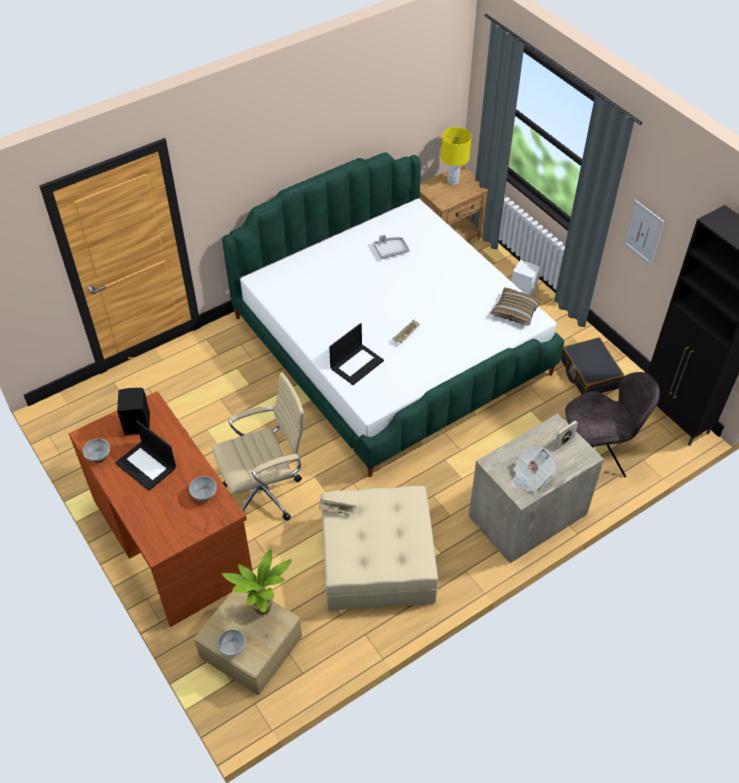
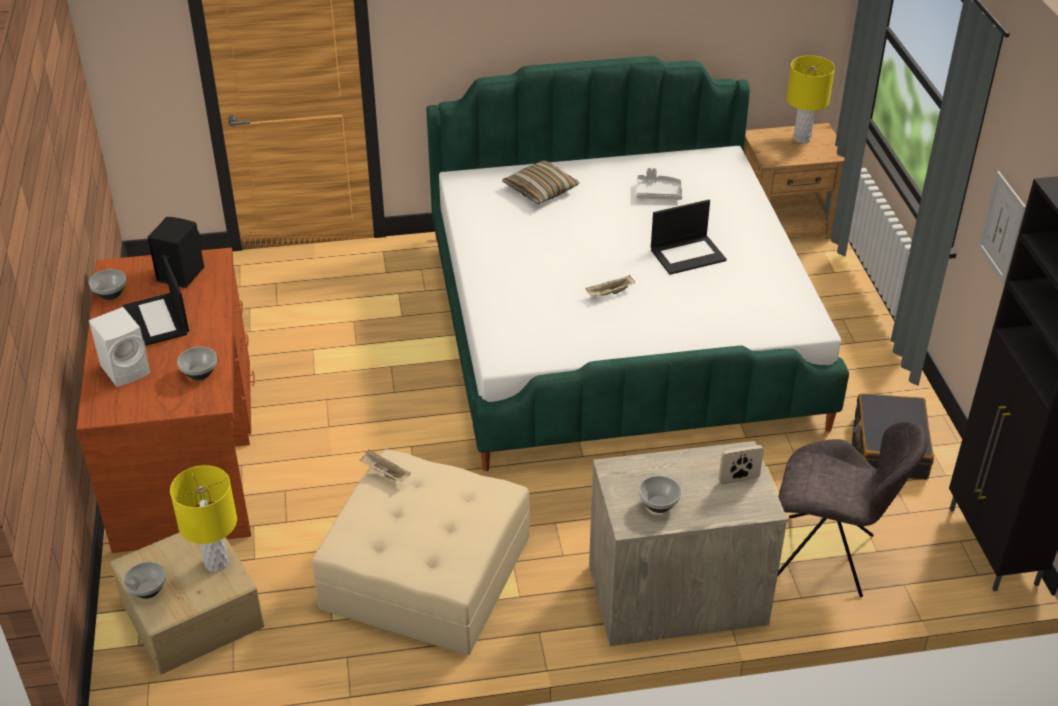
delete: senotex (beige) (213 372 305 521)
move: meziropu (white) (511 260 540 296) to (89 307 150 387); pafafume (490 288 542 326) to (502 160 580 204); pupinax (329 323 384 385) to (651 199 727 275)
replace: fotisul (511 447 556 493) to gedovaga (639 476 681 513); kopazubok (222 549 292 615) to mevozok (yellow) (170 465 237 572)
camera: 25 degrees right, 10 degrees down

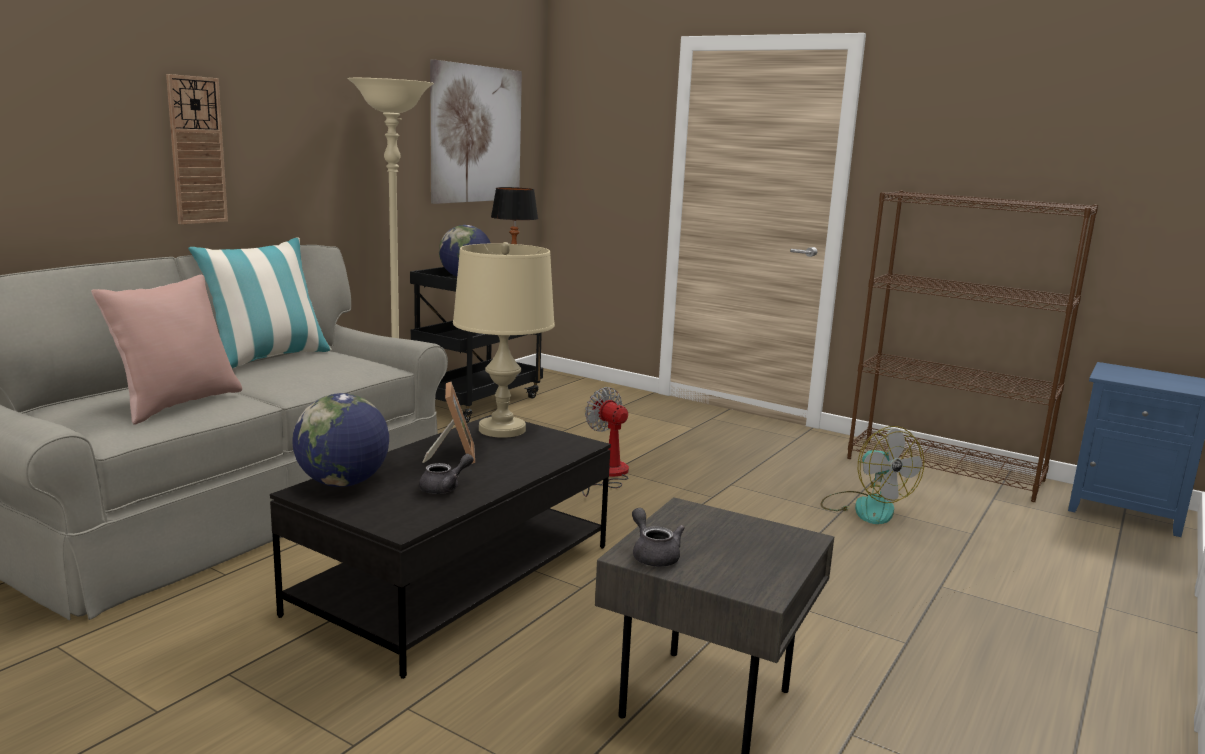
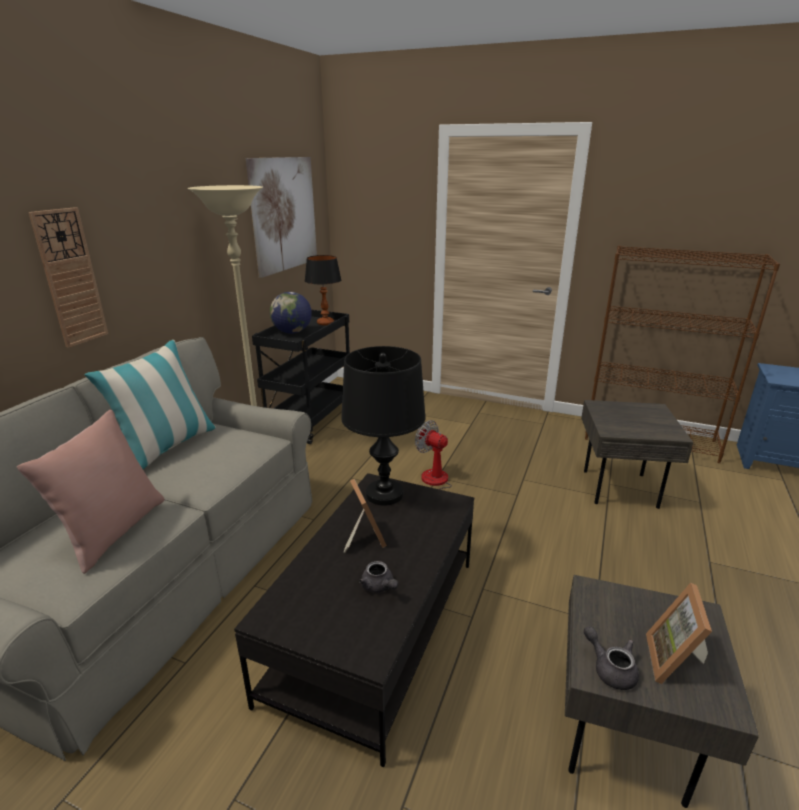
delete: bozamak (292 393 389 487)
insert: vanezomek (646 583 712 684)
replace: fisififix (821 426 924 524) to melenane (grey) (581 400 693 509)
recolor: mevozok (beige) (453 242 555 438) to mevozok (black) (341 346 426 506)
rotate: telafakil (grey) (419 454 474 494) = (359 561 398 593) 105 degrees clockwise
camera: 10 degrees left, 10 degrees up

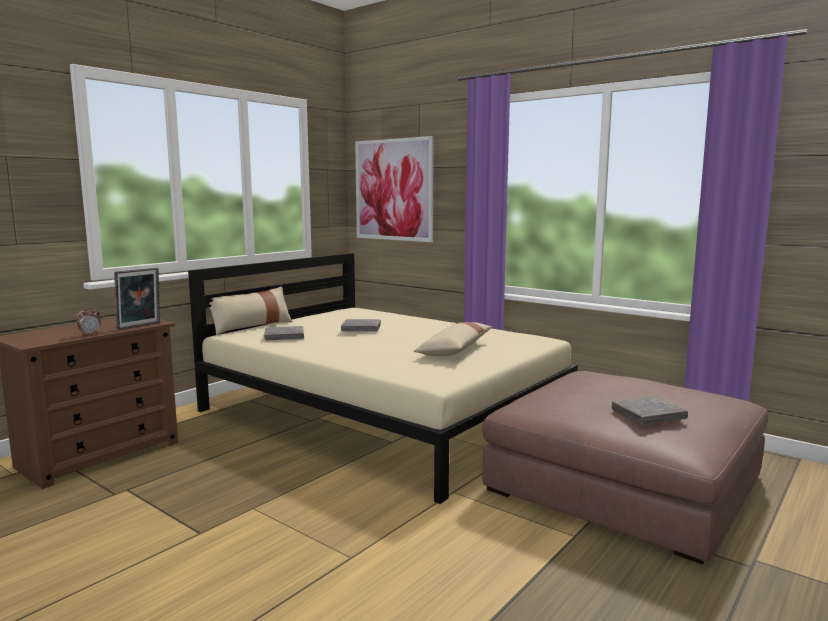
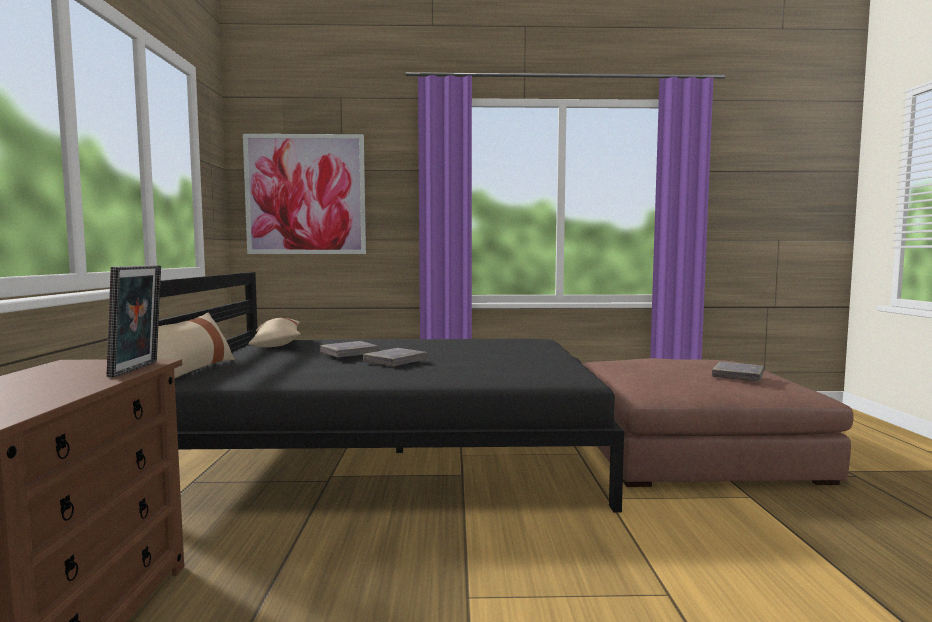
delete: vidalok (77 307 101 336)
move: pafafume (beige) (414 322 492 356) to (248 318 300 348); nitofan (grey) (264 326 304 340) to (363 348 427 366)
recolor: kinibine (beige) (188 253 578 504) to kinibine (black) (158 272 624 512)
camera: 40 degrees left, 5 degrees down

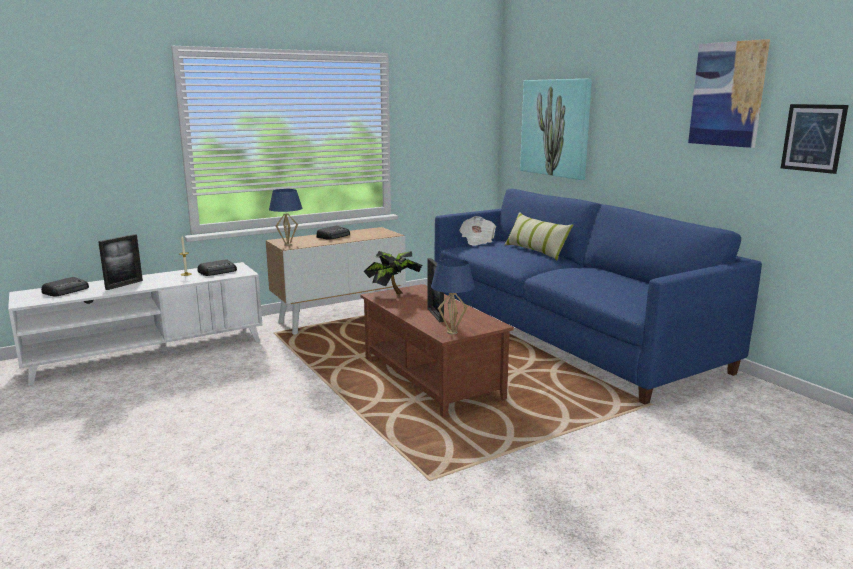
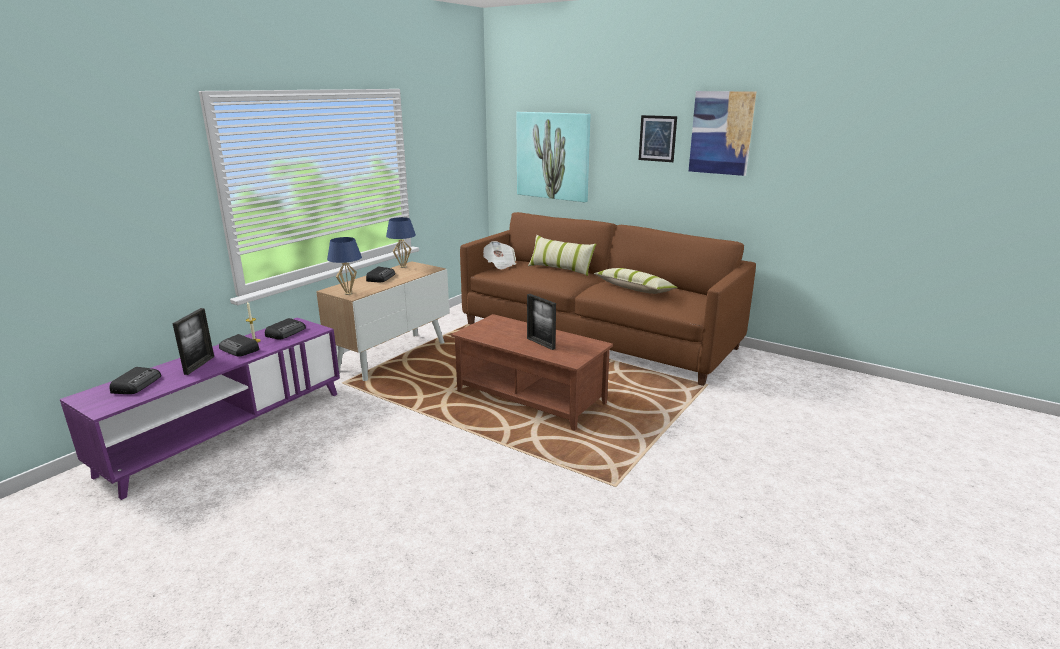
delete: kopazubok (364 251 422 294)
insert: pafafume (594 268 678 294); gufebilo (219 334 259 357)
move: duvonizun (781 104 849 174) to (639 115 677 162); mevozok (blue) (431 259 475 335) to (386 217 416 268)
recolor: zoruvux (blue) (434 189 762 404) to zoruvux (brown) (460 212 756 386); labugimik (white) (8 262 262 386) to labugimik (purple) (60 318 340 500)
camera: 25 degrees left, 5 degrees up

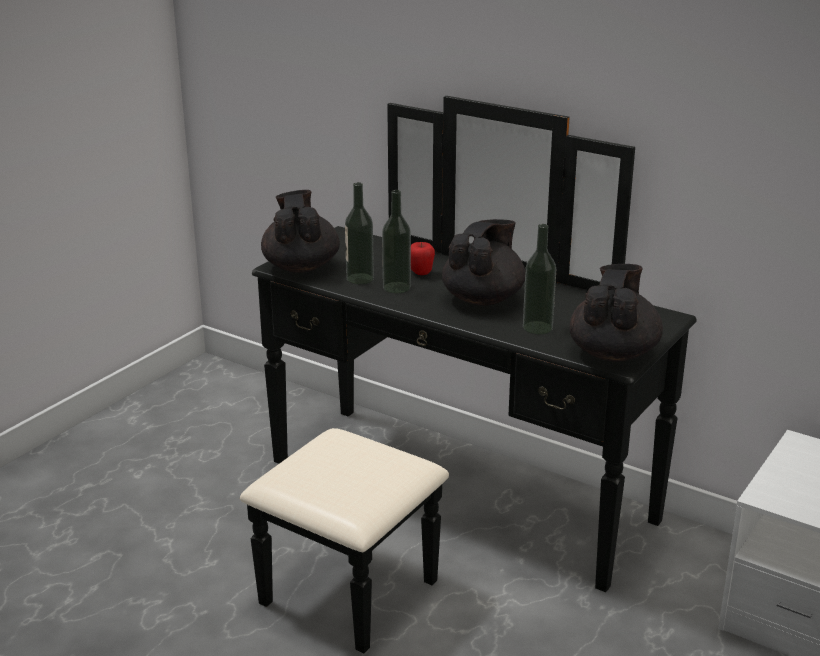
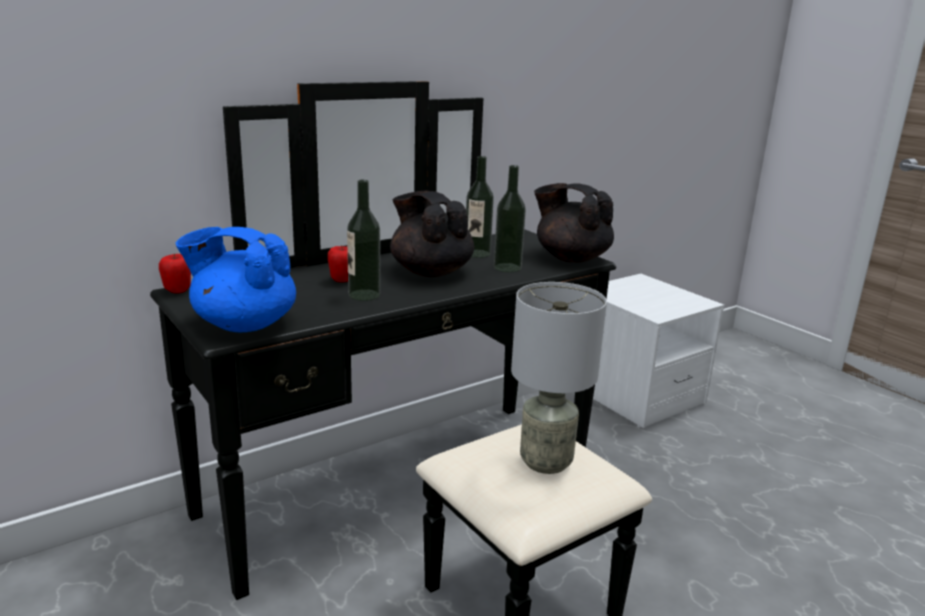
insert: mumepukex (159 253 191 293); mevozok (grey) (511 282 607 474)
move: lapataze (345 182 374 284) to (466 156 494 258)
recolor: telafakil (black) (261 190 340 273) to telafakil (blue) (176 227 296 332)
camera: 70 degrees left, 5 degrees down

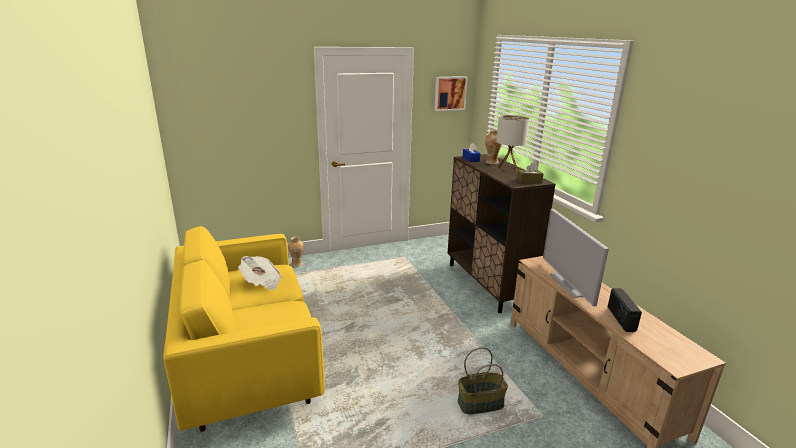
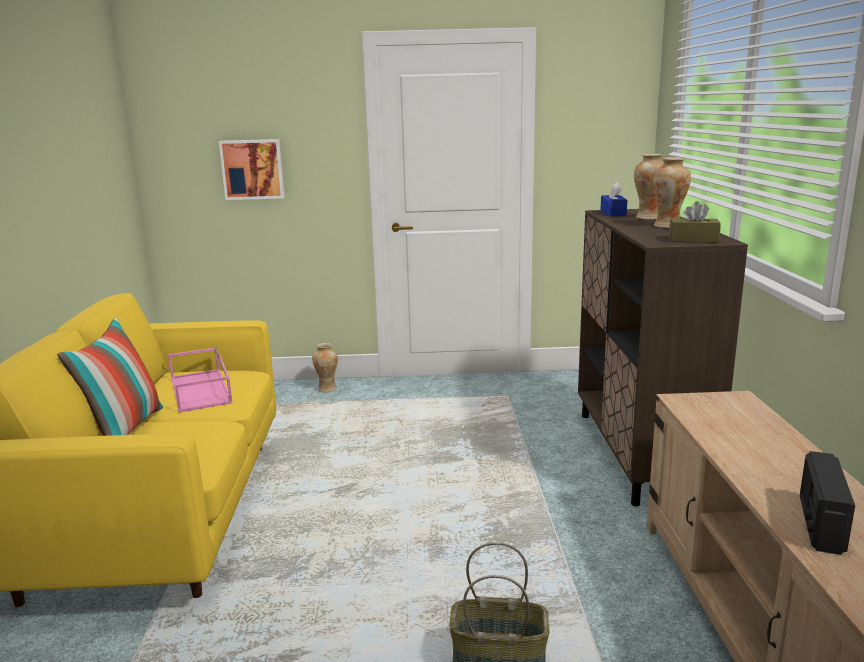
delete: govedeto (543 209 609 307)
insert: pafafume (57 318 163 436)
move: duvonizun (434 76 468 111) to (219 139 285 200)
replace: mevozok (496 115 530 173) to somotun (653 158 691 228); fotisul (238 256 283 290) to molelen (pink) (168 347 233 413)
camera: 20 degrees right, 5 degrees down

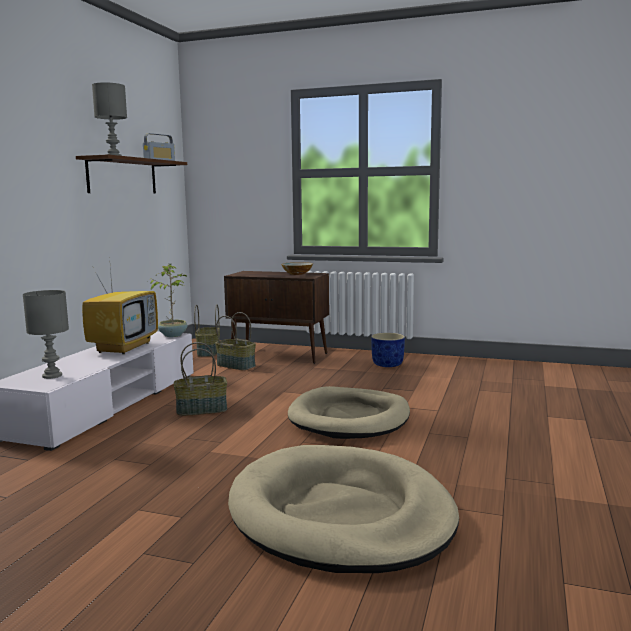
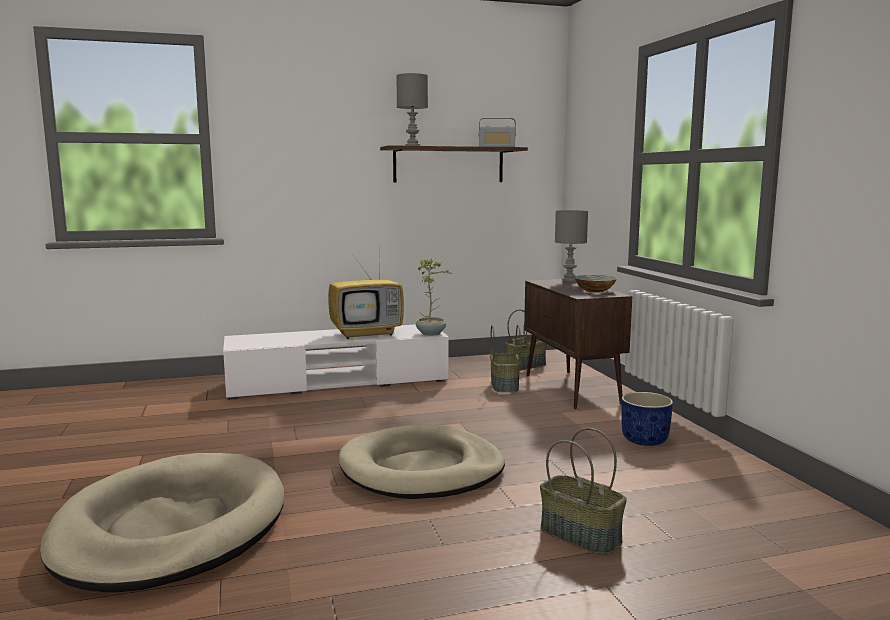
move: mevozok (grey) (23 290 69 379) to (555 210 588 281); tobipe (174 342 227 416) to (540 428 627 555)
camera: 55 degrees right, 0 degrees up

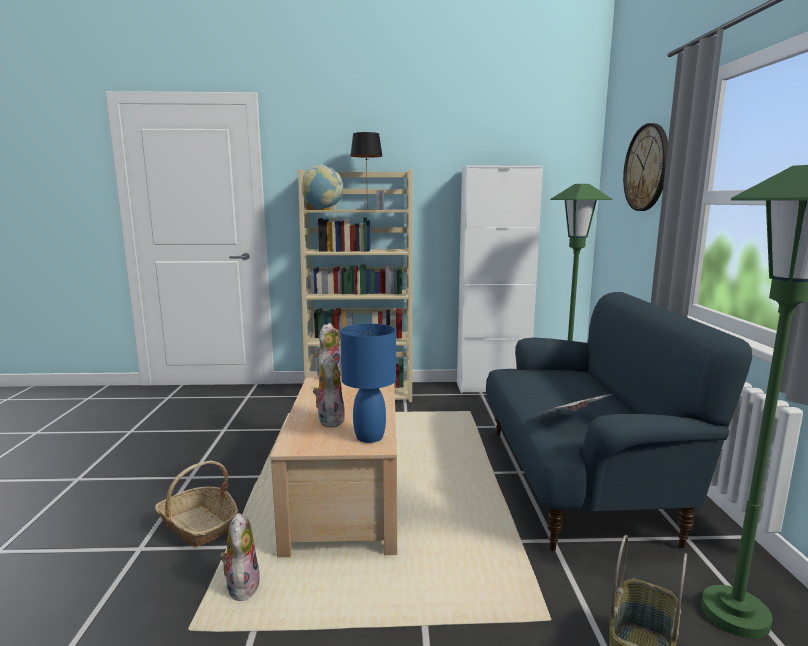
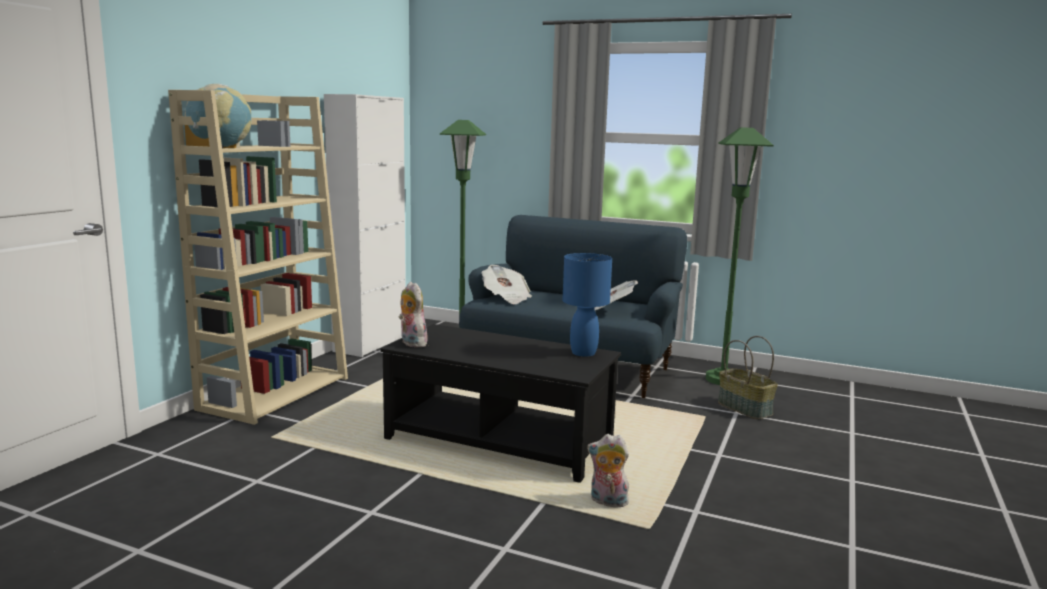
delete: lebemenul (623 123 668 211); mevozok (351 132 382 210); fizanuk (313 354 345 428); tobipe (155 461 238 547)
insert: fotisul (481 265 532 304)
recolor: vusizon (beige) (270 371 397 557) to vusizon (black) (381 324 621 483)
camera: 65 degrees left, 0 degrees up

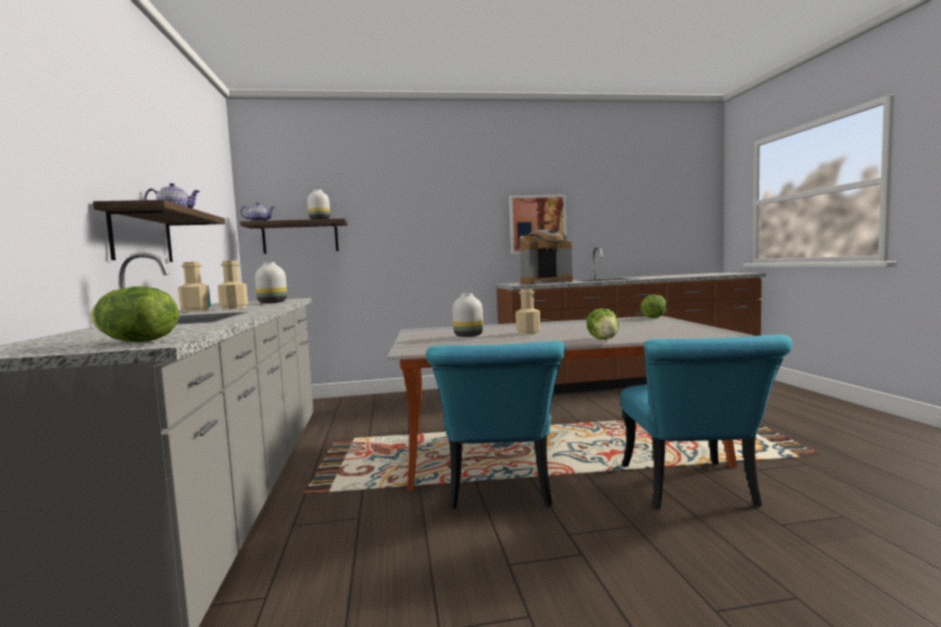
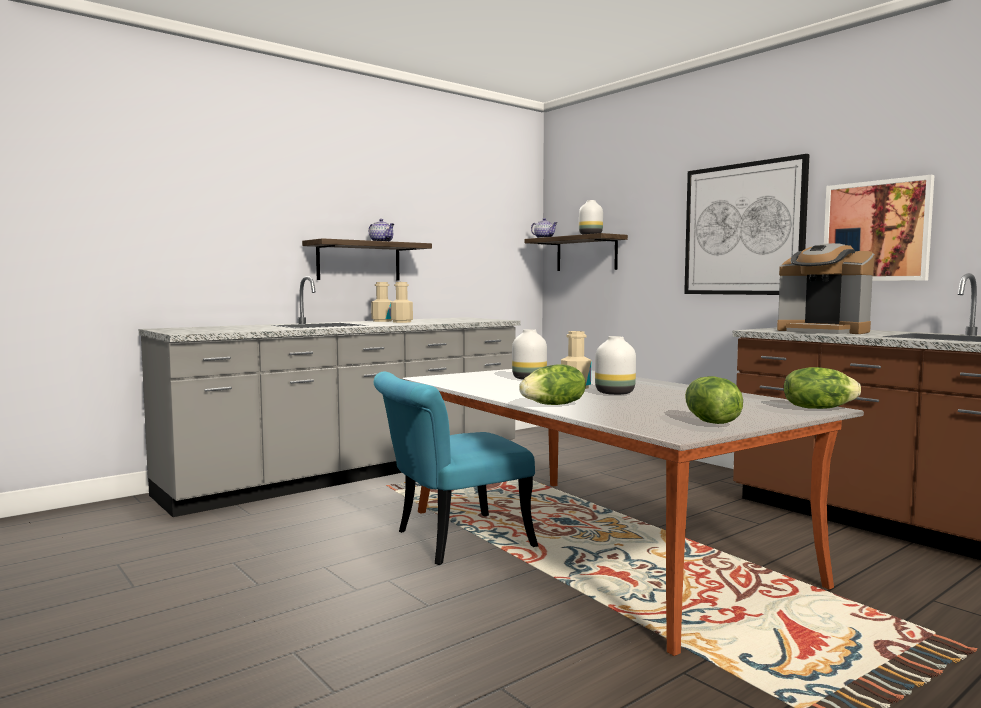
delete: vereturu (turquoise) (621 334 793 509)
insert: duvonizun (684 154 810 295)
move: somotun (white) (255 262 287 303) to (595 336 636 395); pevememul (90 286 179 342) to (685 376 743 424)
camera: 60 degrees right, 0 degrees up

